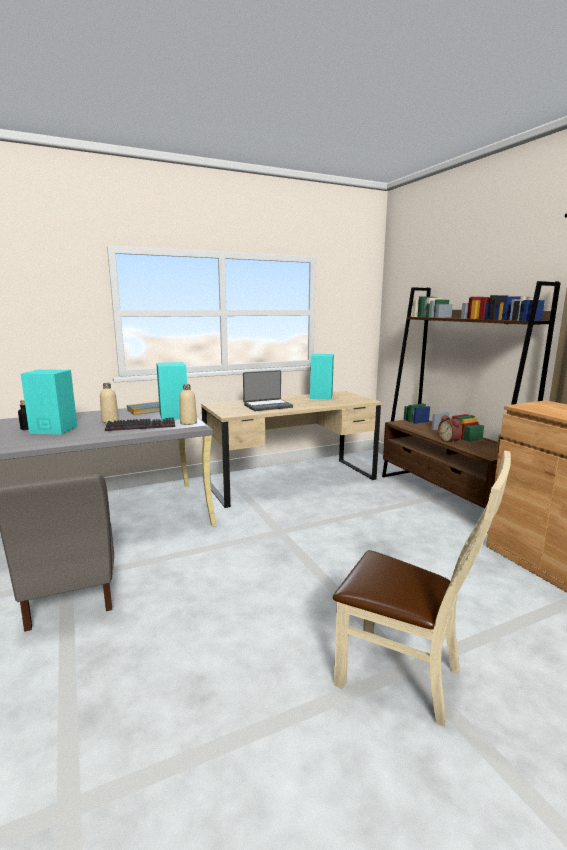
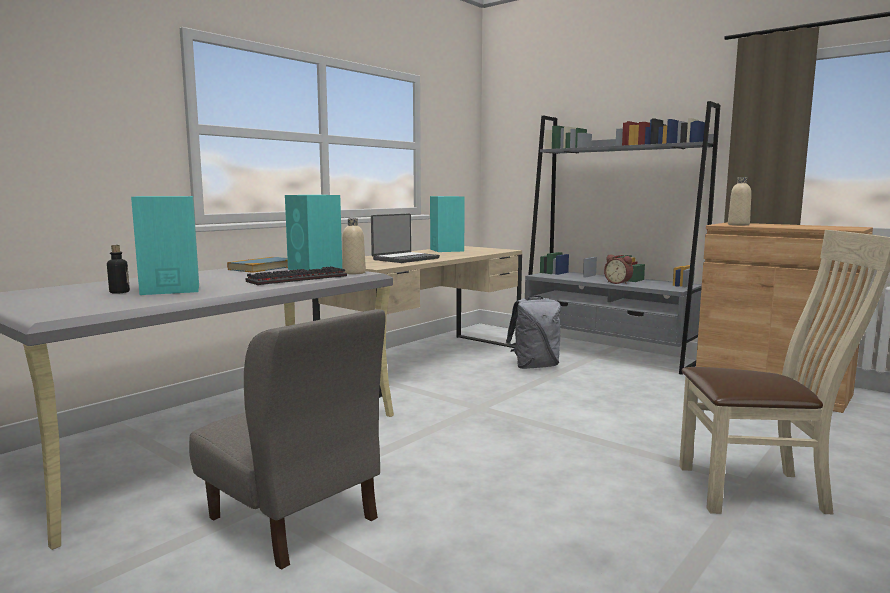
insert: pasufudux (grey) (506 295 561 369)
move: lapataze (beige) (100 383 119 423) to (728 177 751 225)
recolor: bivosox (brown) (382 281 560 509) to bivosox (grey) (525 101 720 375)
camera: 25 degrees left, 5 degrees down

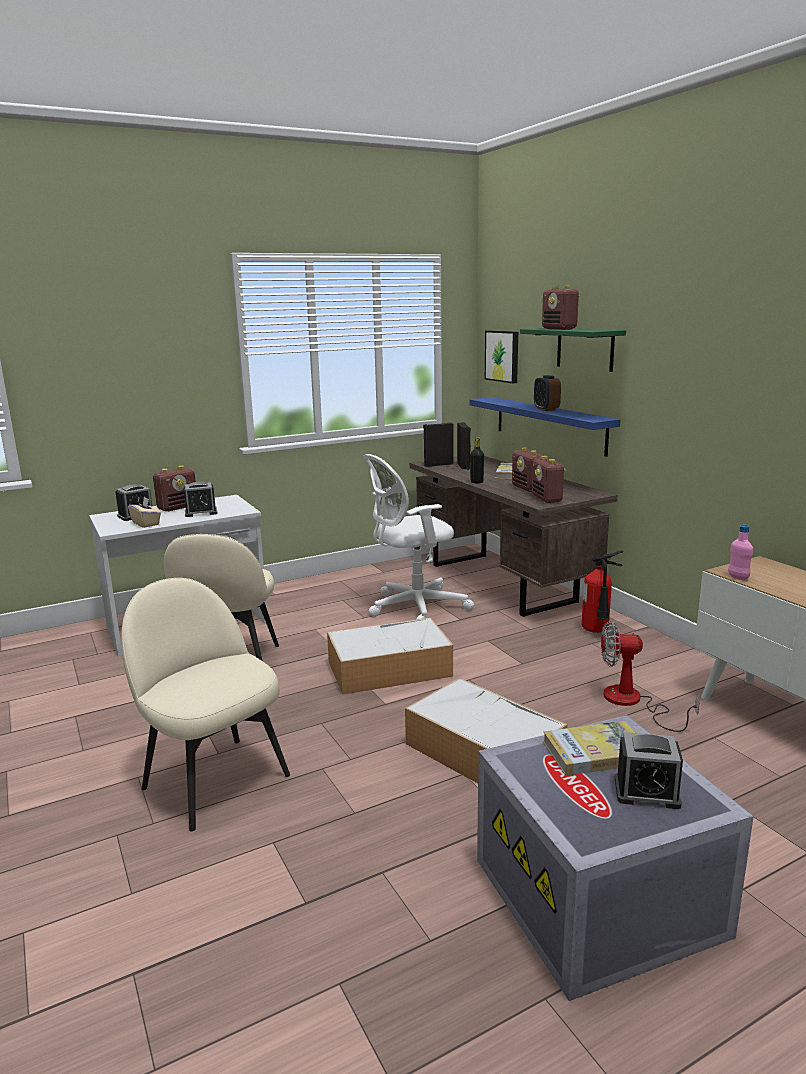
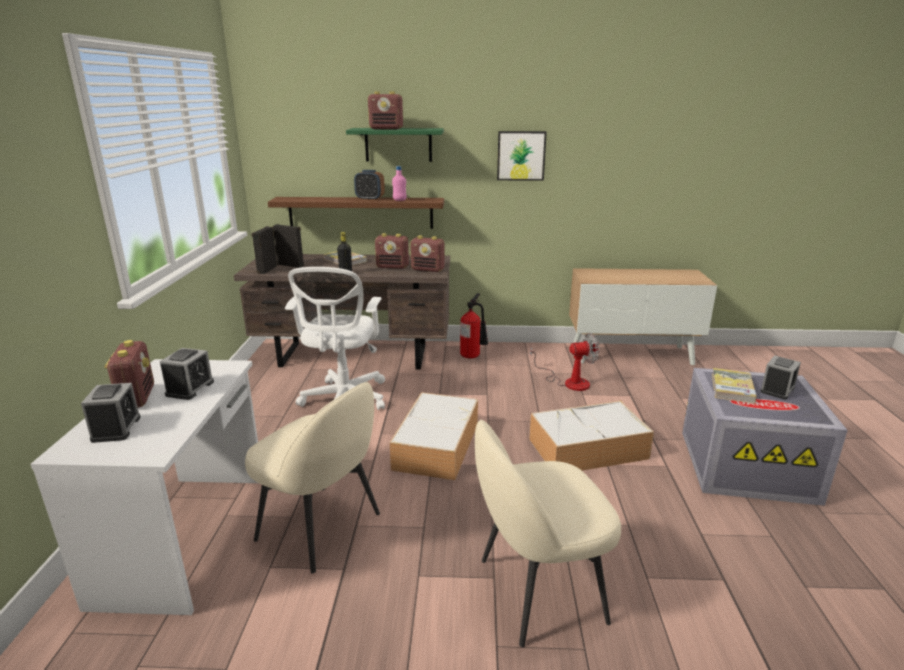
delete: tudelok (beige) (128 497 161 528)
move: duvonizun (485 330 518 383) to (497 131 547 181); lapataze (pink) (728 525 753 580) to (392 166 407 201)
recolor: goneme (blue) (469 397 620 457) to goneme (brown) (268 197 444 229)
rotate: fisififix (601 621 700 732) = (530 333 599 391) 135 degrees counterclockwise
camera: 60 degrees left, 5 degrees up

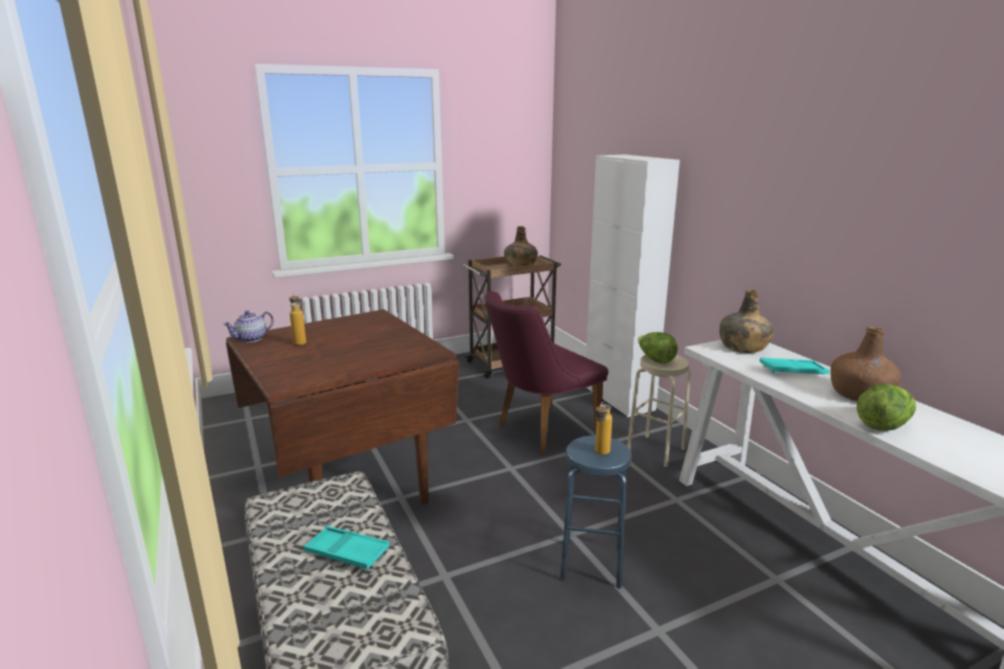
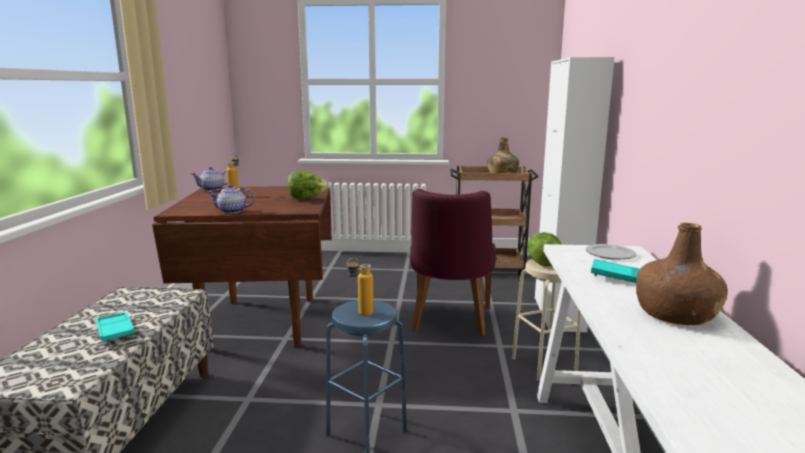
insert: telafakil (208 184 255 214)
move: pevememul (857 383 916 431) to (287 171 330 200)
replace: lapataze (green) (719 290 774 353) to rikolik (586 244 637 260)
rotate: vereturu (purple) (485 291 608 455) = (410 189 496 337) 75 degrees counterclockwise
camera: 30 degrees right, 5 degrees down

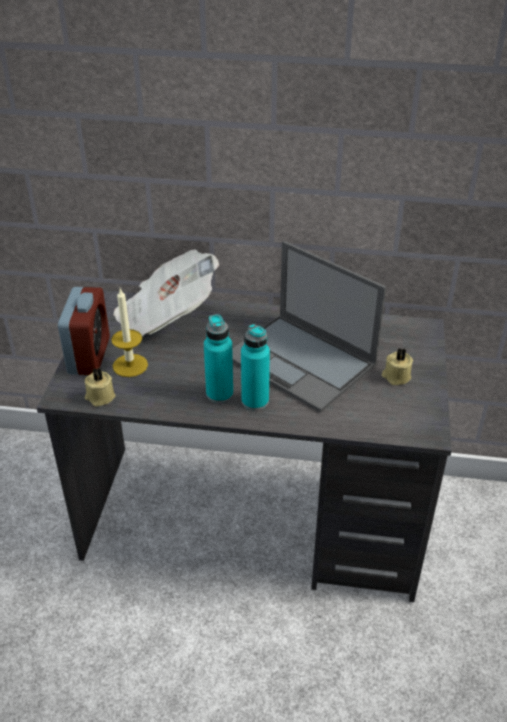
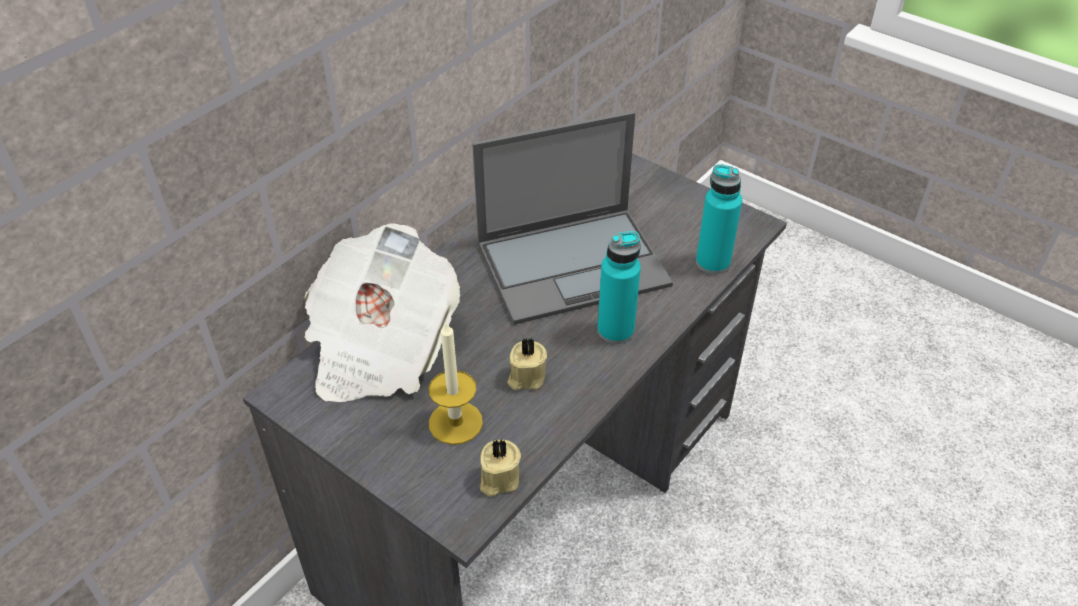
delete: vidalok (58 287 110 375)
move: lapataze (turquoise) (204 314 233 403) to (696 164 742 274); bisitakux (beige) (382 348 413 385) to (507 338 547 390)
camera: 60 degrees left, 5 degrees up

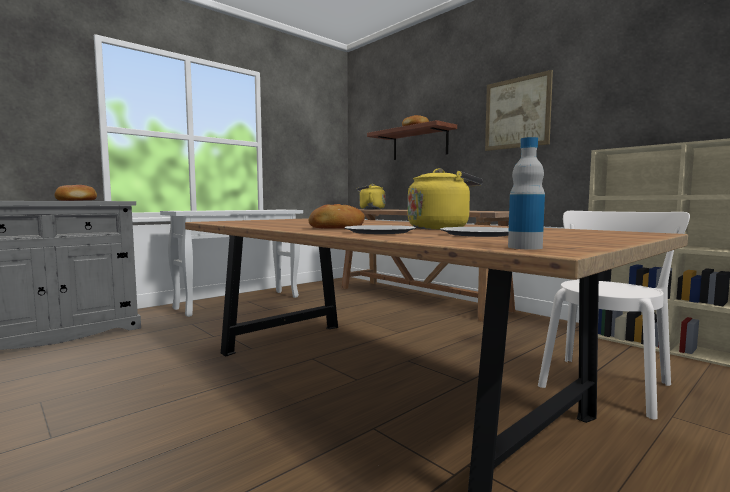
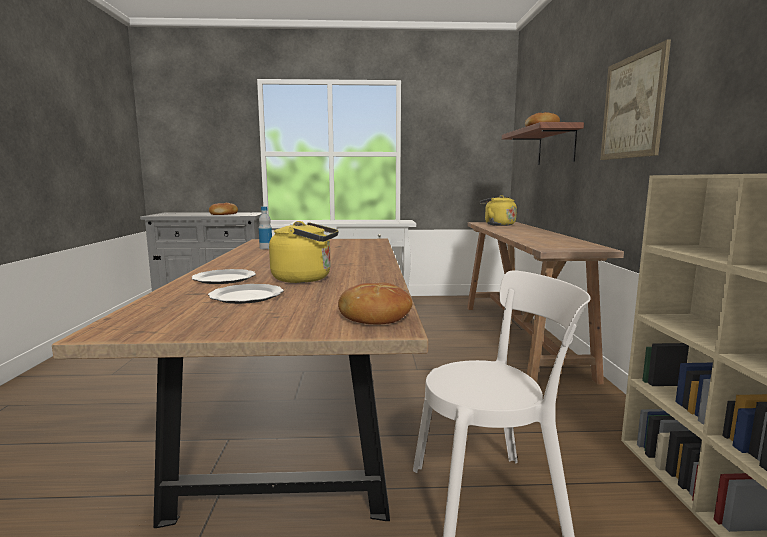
move: lapataze (508 137 545 250) to (259 206 272 249); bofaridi (309 204 365 229) to (338 282 413 325)
camera: 40 degrees right, 5 degrees up

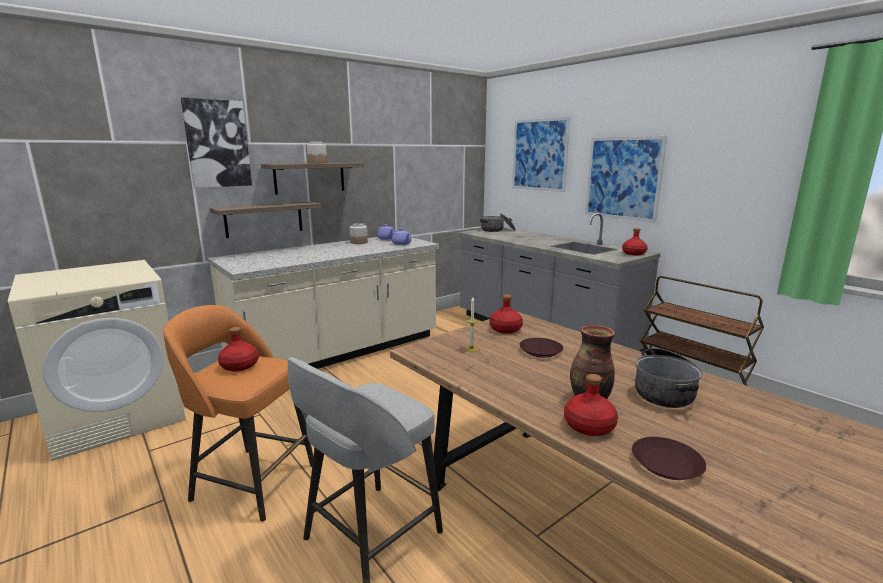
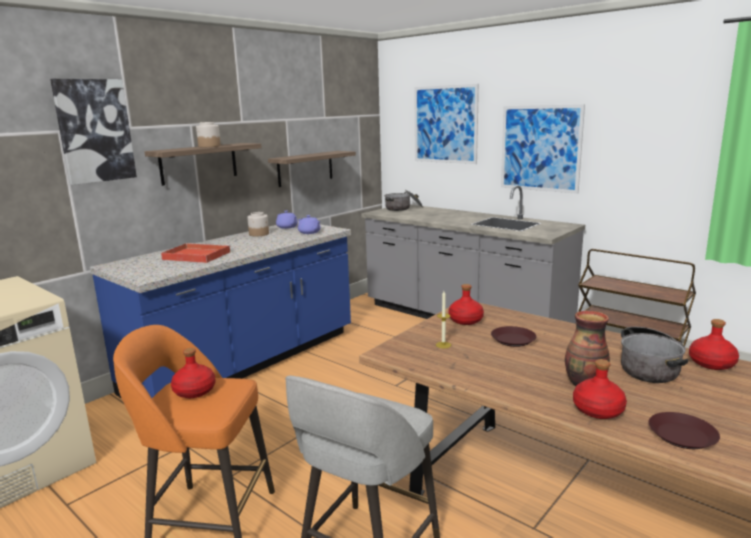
insert: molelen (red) (161 243 231 263)
move: goneme (210 201 321 238) to (268 151 356 187); lapataze (red) (622 228 648 255) to (689 319 739 370)
recolor: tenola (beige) (208 237 439 369) to tenola (blue) (90 221 351 399)
camera: 10 degrees left, 0 degrees up

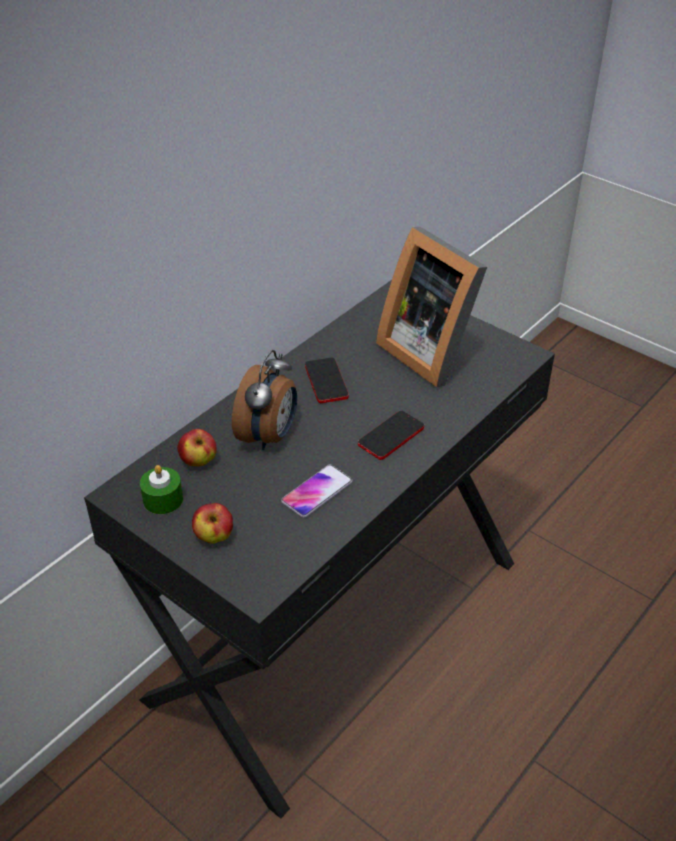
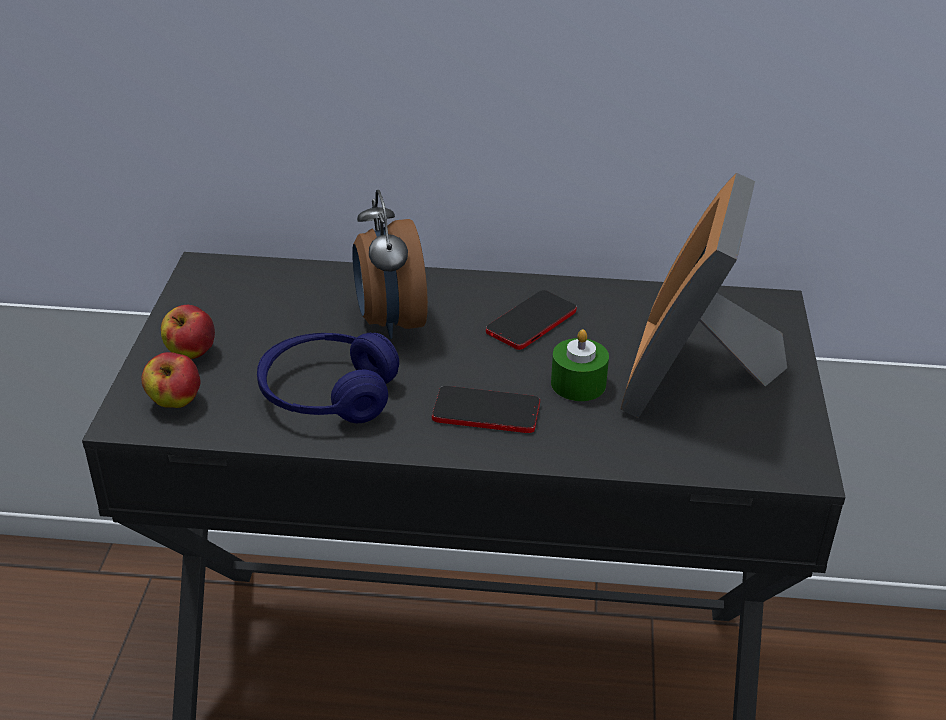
move: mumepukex (177 429 216 467) to (142 352 201 408); bisitakux (green) (140 465 183 514) to (551 329 609 401)
replace: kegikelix (281 465 353 518) to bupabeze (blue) (257 333 399 423)
rotate: vidalok (232 350 297 450) = (352 190 428 339) 90 degrees clockwise
camera: 55 degrees right, 5 degrees down

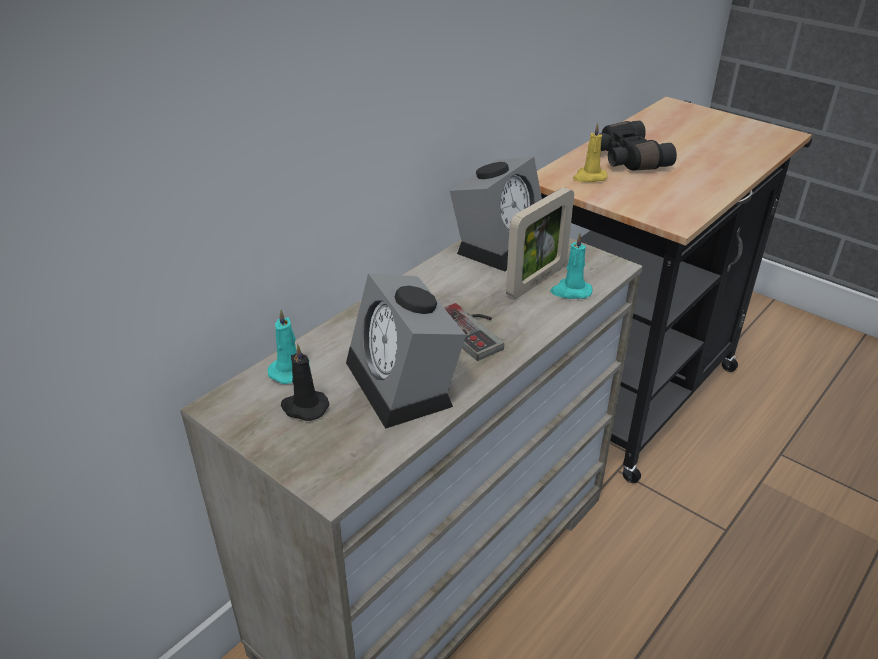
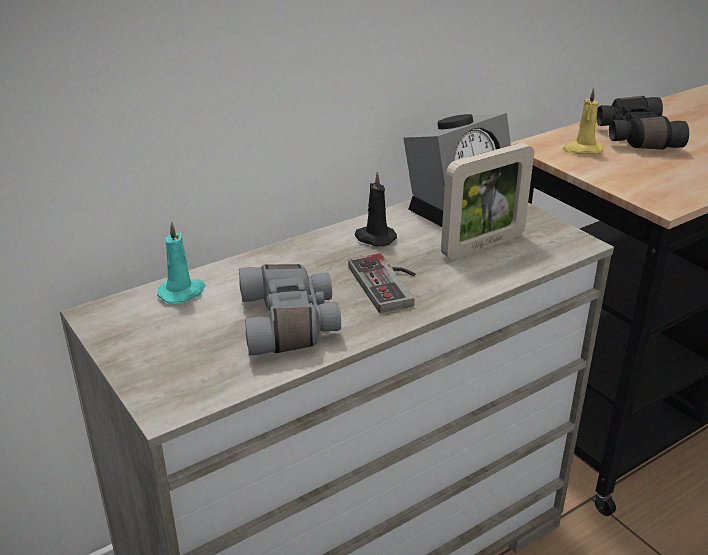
delete: bisitakux (turquoise) (551 233 593 299)
move: bisitakux (black) (281 344 329 421) to (355 172 397 246)
replace: vidalok (346 273 466 429) to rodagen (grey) (239 264 341 355)
camera: 15 degrees right, 5 degrees down

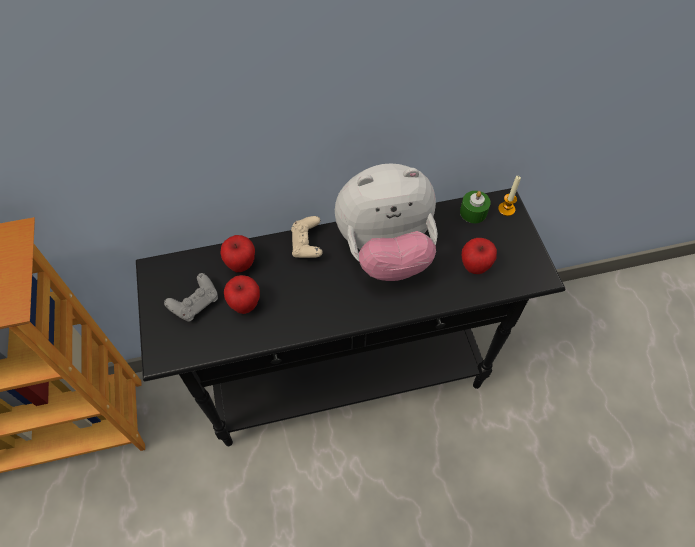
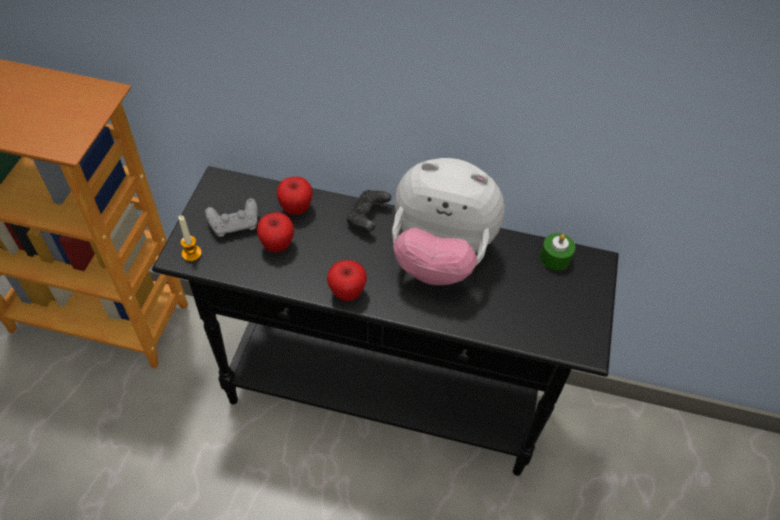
move: bisitakux (498 176 521 216) to (178 215 202 262); mumepukex (462 238 497 274) to (327 260 367 301)
recolor: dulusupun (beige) (291 216 323 258) to dulusupun (black) (347 190 391 231)
camera: 25 degrees right, 5 degrees down

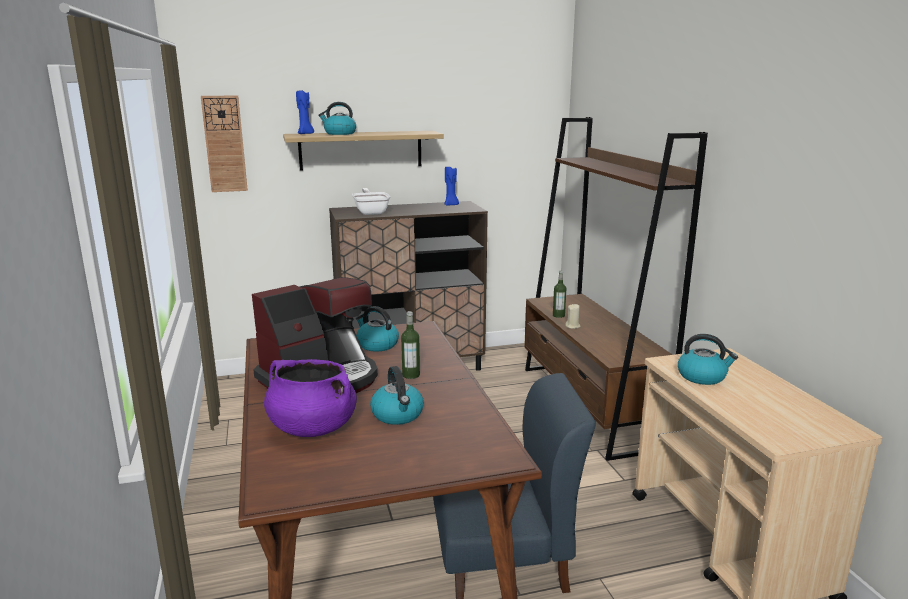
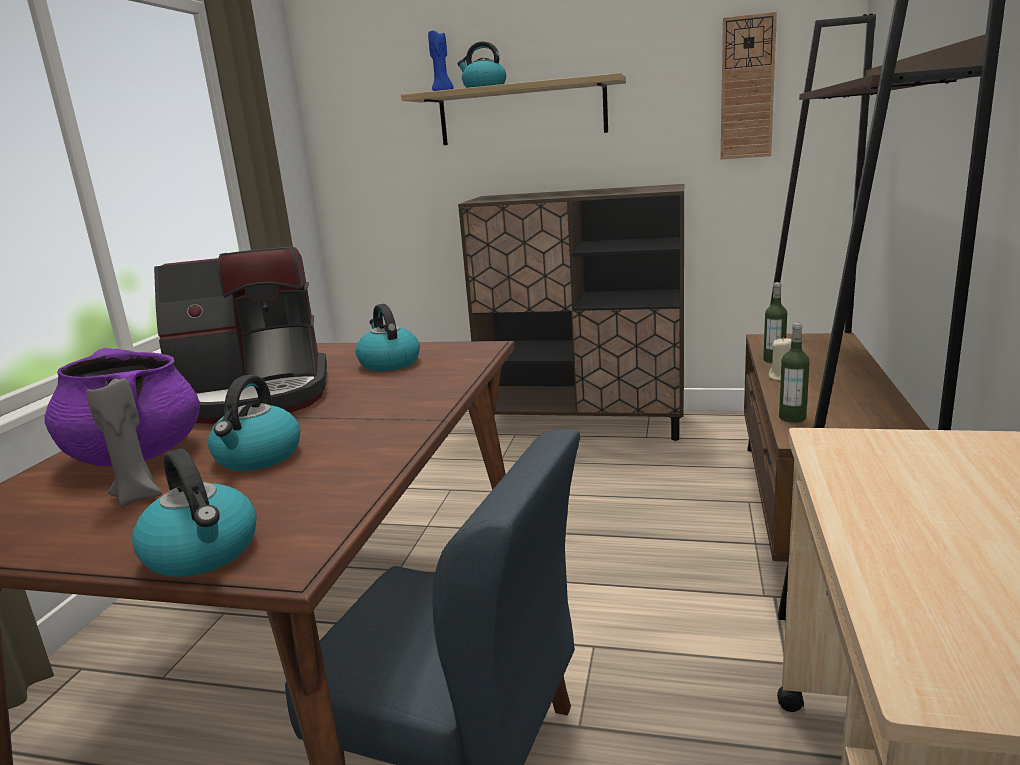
delete: bisitakux (blue) (444 167 459 206); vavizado (352 188 390 215)
insert: bisitakux (grey) (87 378 162 507)
move: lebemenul (201 96 248 192) to (721 12 777 159); lapataze (401 311 420 379) to (779 323 810 423); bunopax (678 334 738 385) to (132 448 257 577)
camera: 30 degrees right, 0 degrees up

